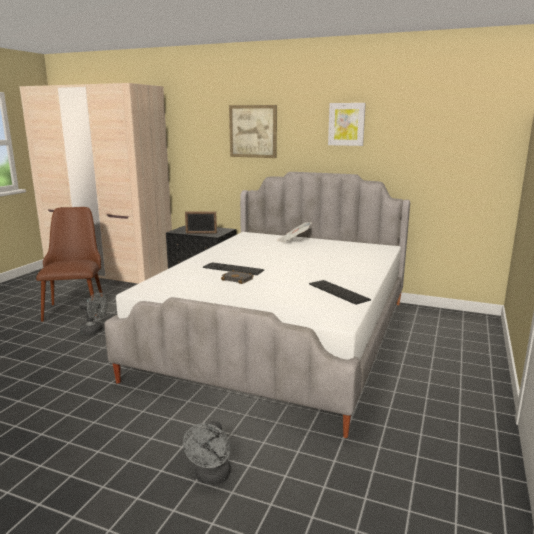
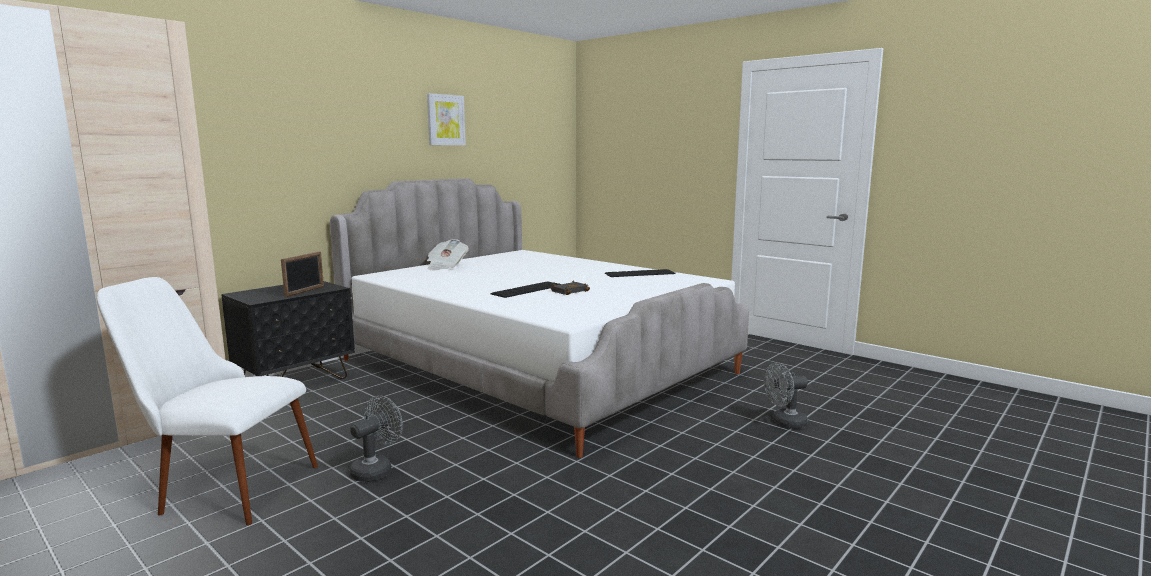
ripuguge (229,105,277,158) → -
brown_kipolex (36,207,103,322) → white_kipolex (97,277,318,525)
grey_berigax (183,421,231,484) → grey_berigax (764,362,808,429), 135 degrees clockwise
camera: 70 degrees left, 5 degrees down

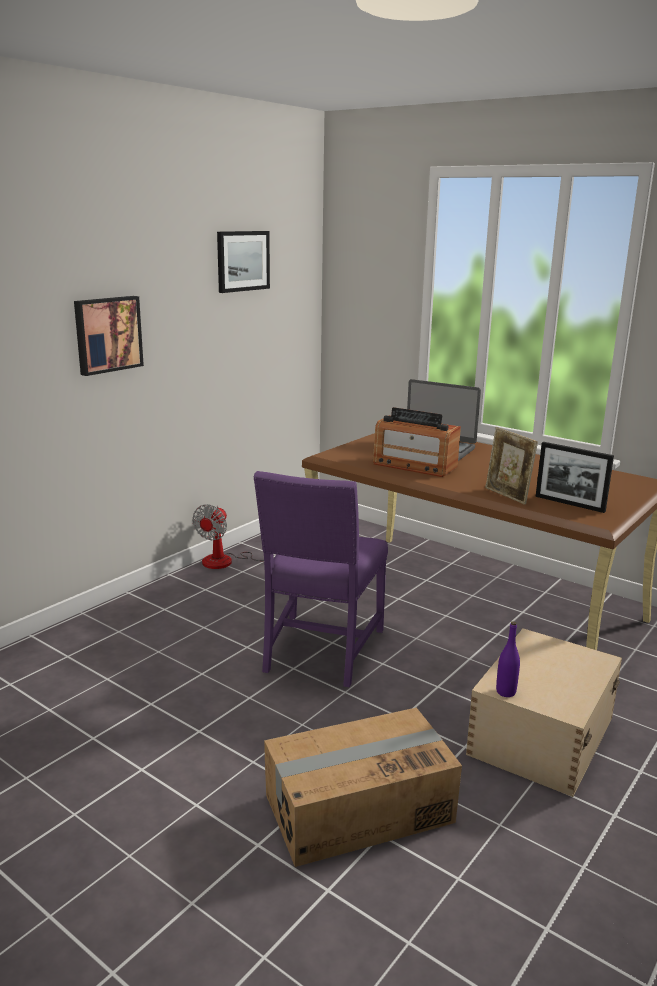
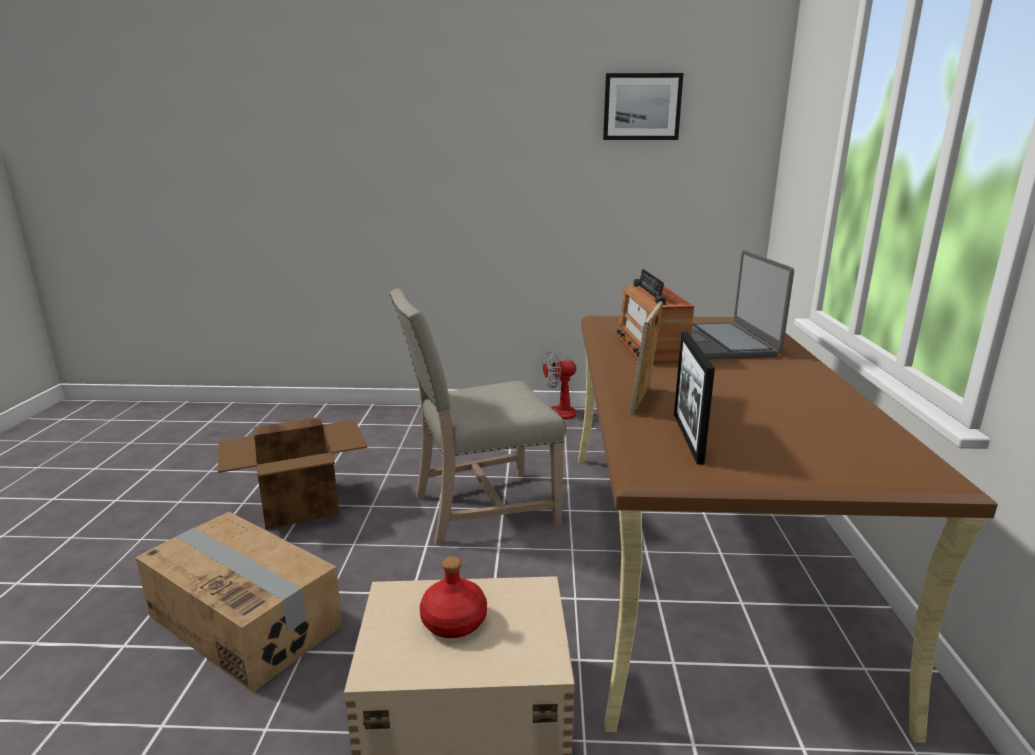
ripuguge (74,296,144,376) → -
purple_kipolex (254,471,388,687) → beige_kipolex (389,288,566,545)
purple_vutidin (496,621,520,697) → -
- → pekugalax (218,417,367,530)
- → red_vutidin (420,556,487,638)
camera: 55 degrees right, 0 degrees up

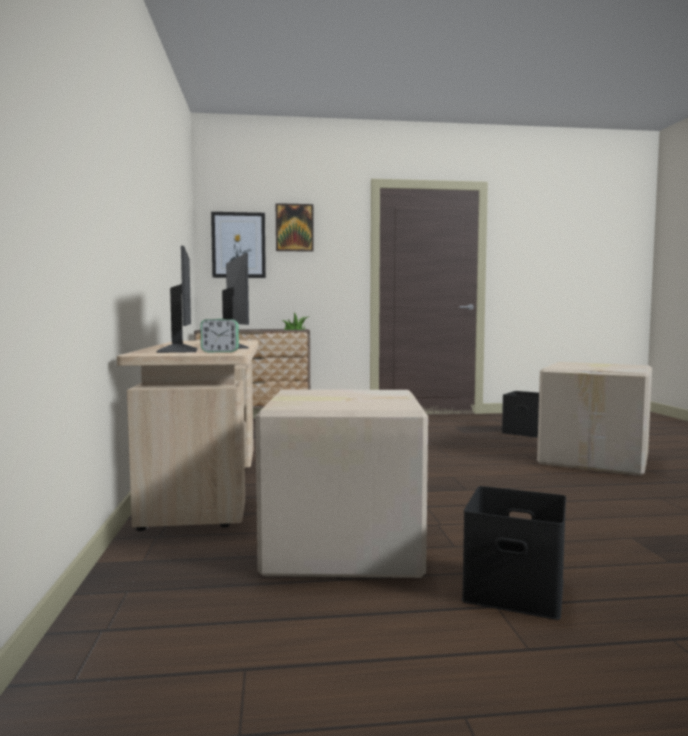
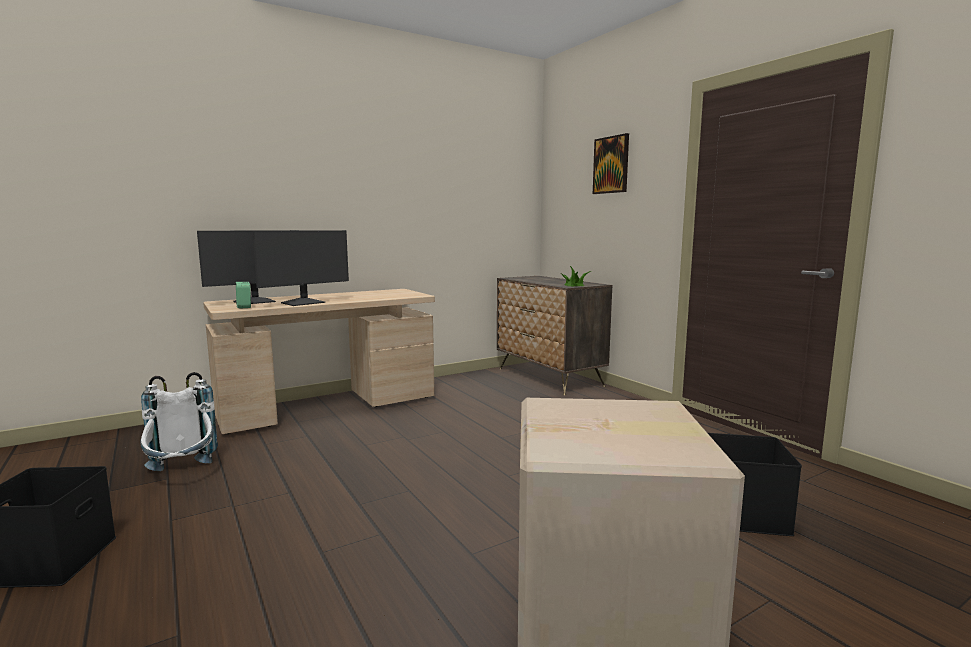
ripuguge (211,212,266,278) → -
pekugalax (255,389,428,578) → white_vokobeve (140,372,218,471)
camera: 65 degrees right, 5 degrees up

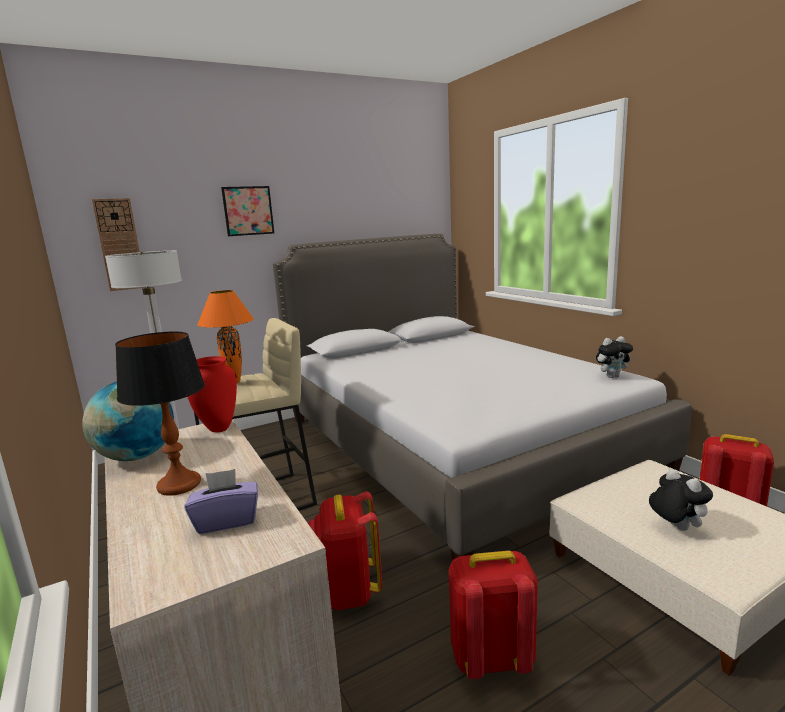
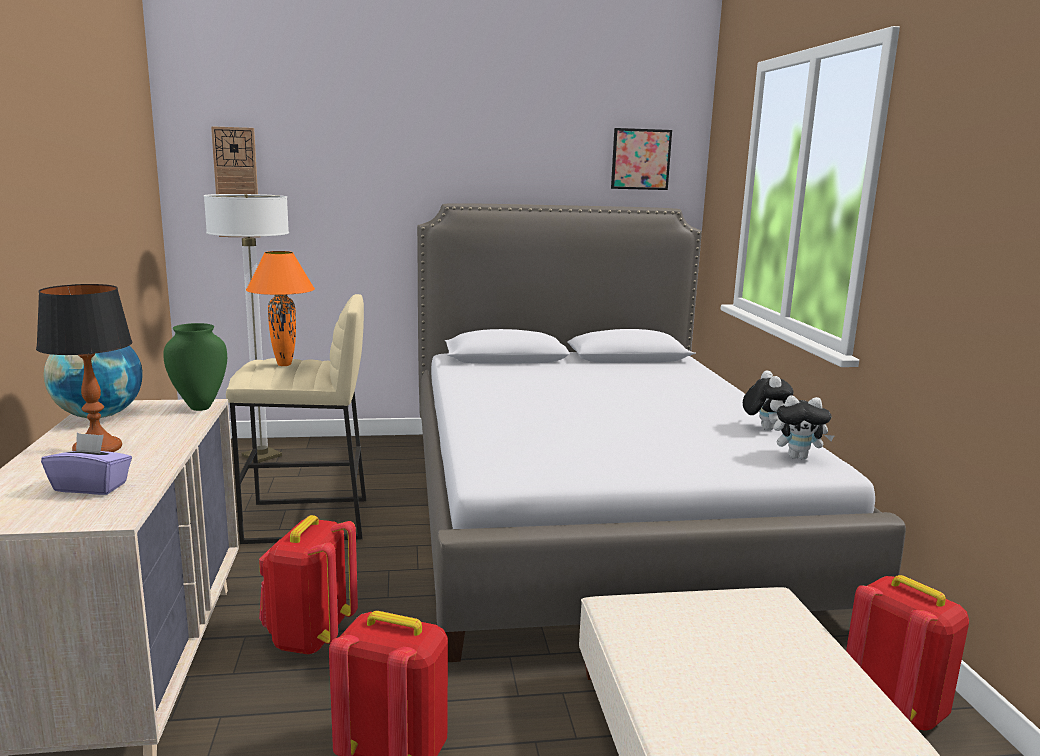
ripuguge (221,186,274,236) → ripuguge (611,128,672,190), move
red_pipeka (188,356,237,432) → green_pipeka (163,323,227,411)
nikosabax (649,469,713,531) → nikosabax (743,370,794,430), move
camera: 20 degrees right, 0 degrees up

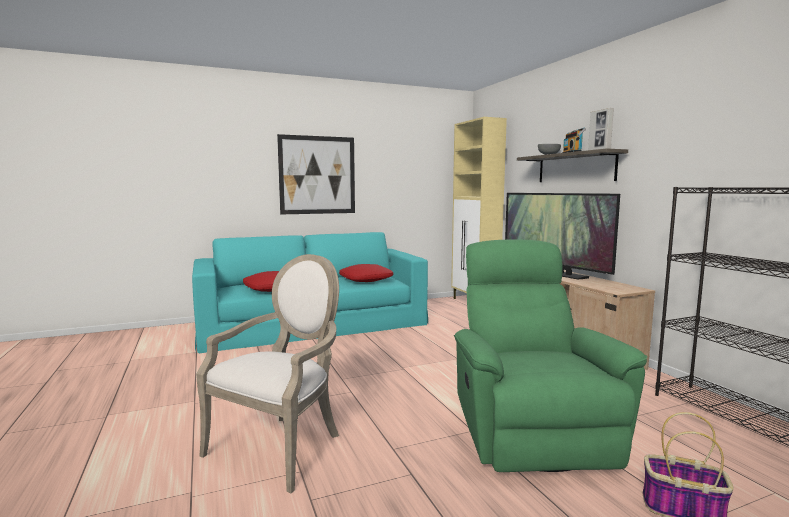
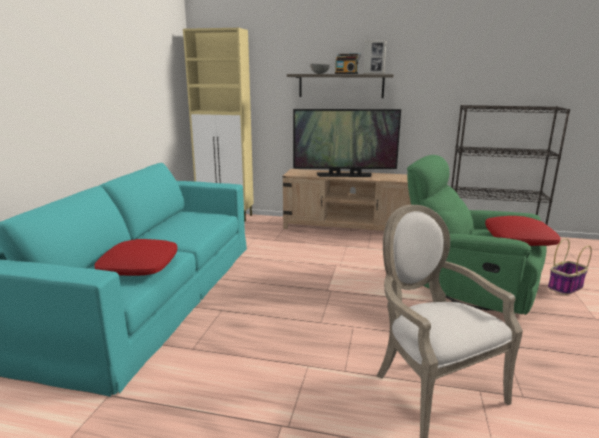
ripuguge (277,134,355,214) → -
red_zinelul (339,264,393,282) → red_zinelul (485,216,560,246), move
camera: 55 degrees left, 10 degrees up

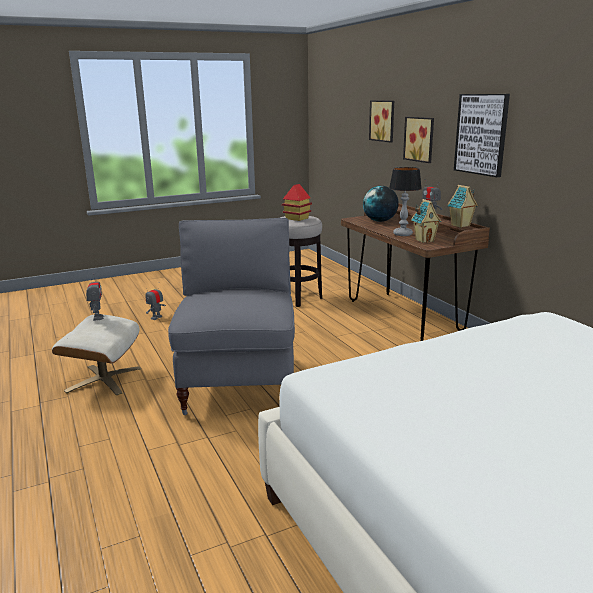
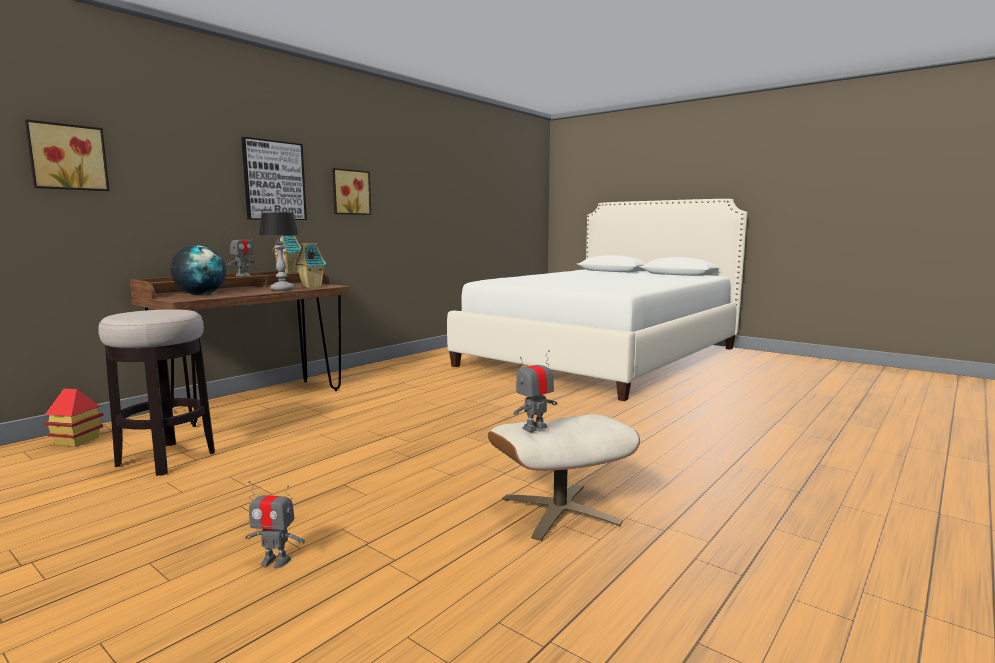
ripuguge (403,117,434,163) → ripuguge (332,168,371,215), move
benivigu (282,184,312,221) → benivigu (44,388,104,447), move
grey_kipolex (168,218,295,415) → -
camera: 115 degrees left, 10 degrees down

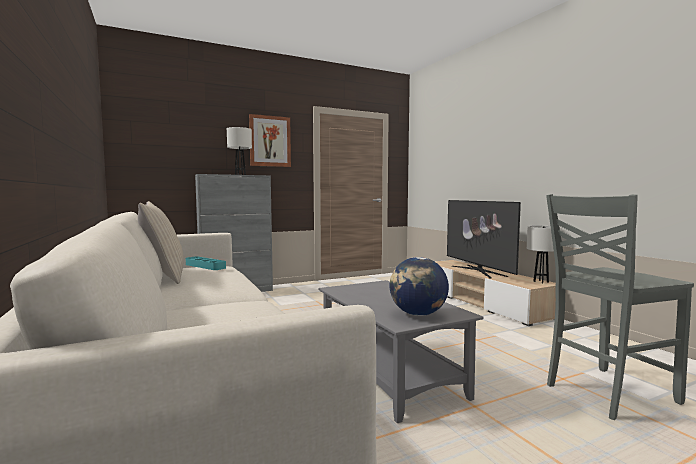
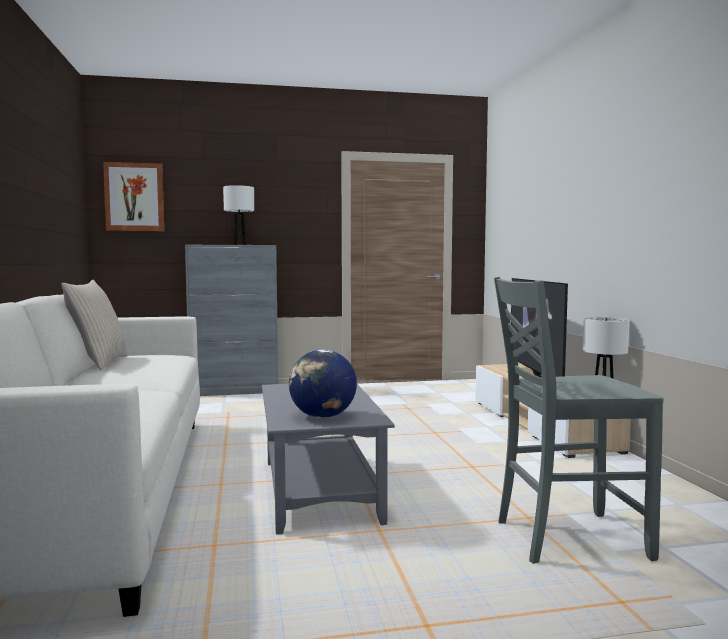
ripuguge (249,114,291,167) → ripuguge (103,162,164,231), move
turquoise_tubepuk (186,256,226,270) → -
camera: 15 degrees right, 0 degrees up

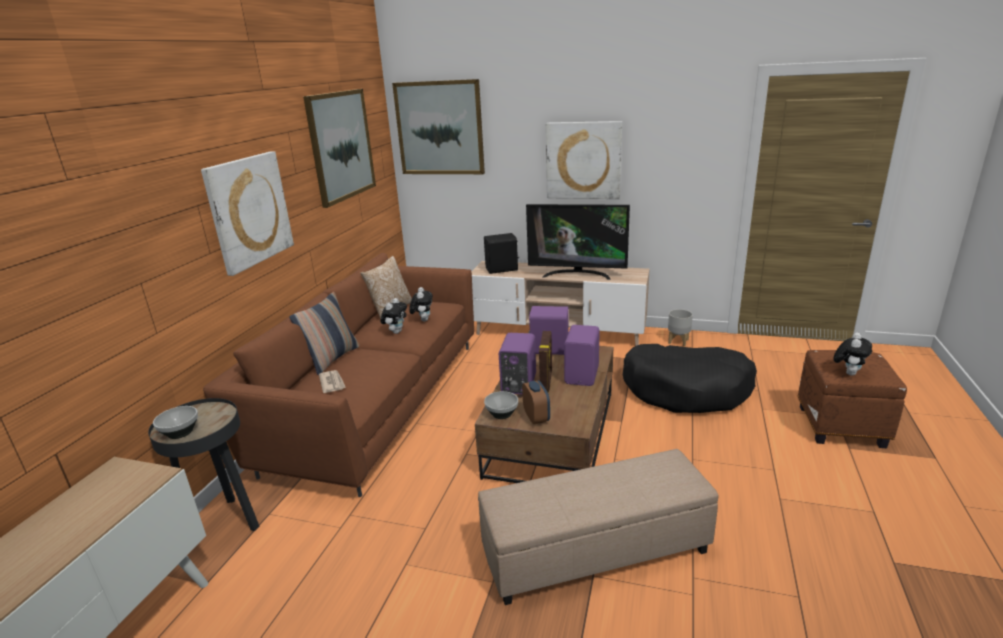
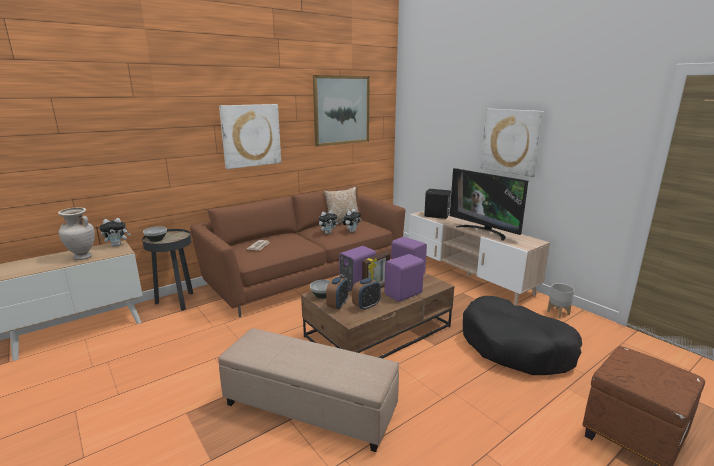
ripuguge (392,79,485,174) → -
zinelul (289,292,360,375) → -
nikosabax (834,332,872,376) → nikosabax (99,218,131,247), move
- → beige_pipeka (58,207,95,260)
- → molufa (352,278,381,310)
camera: 35 degrees right, 5 degrees down

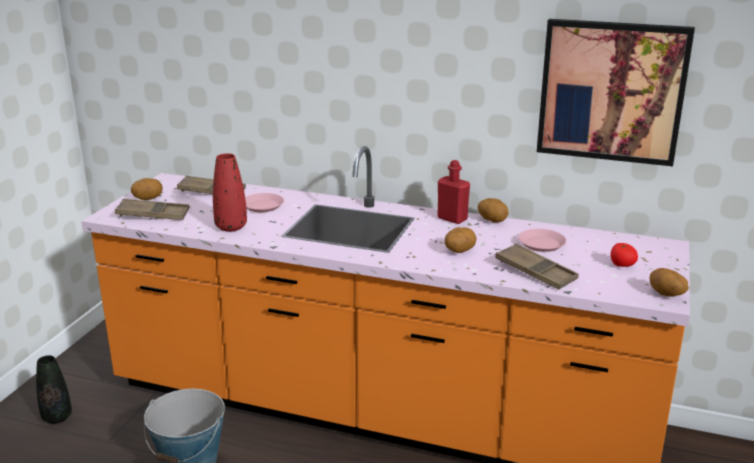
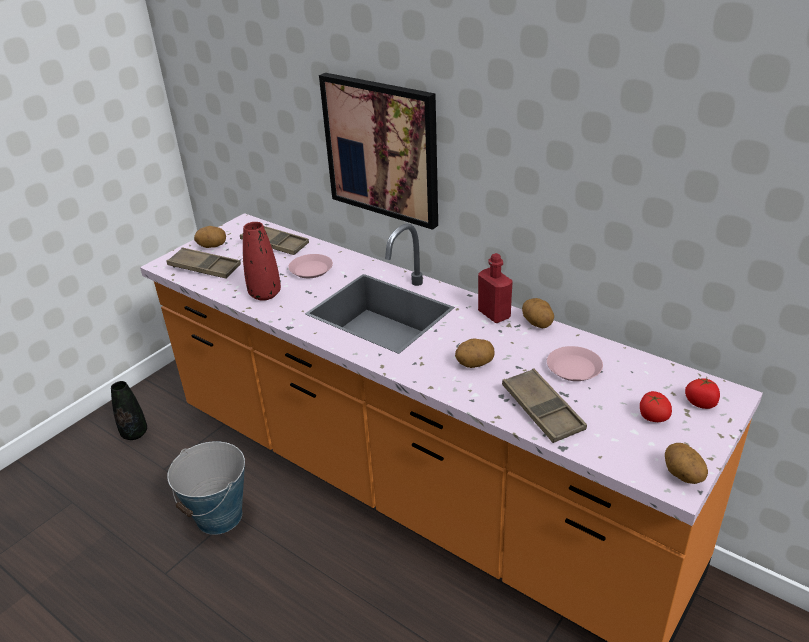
ripuguge (537,19,695,166) → ripuguge (319,73,438,230), move
- → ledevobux (685,377,720,409)
camera: 20 degrees right, 10 degrees up

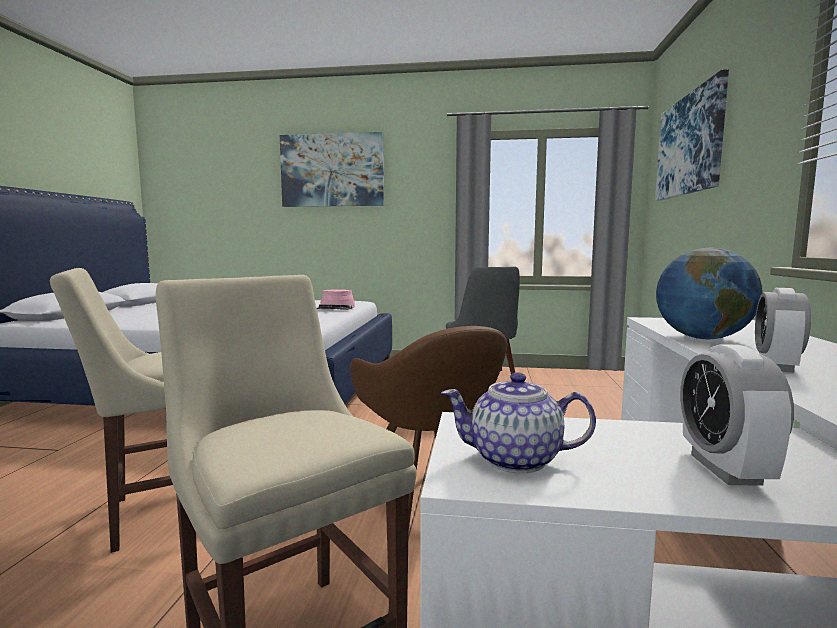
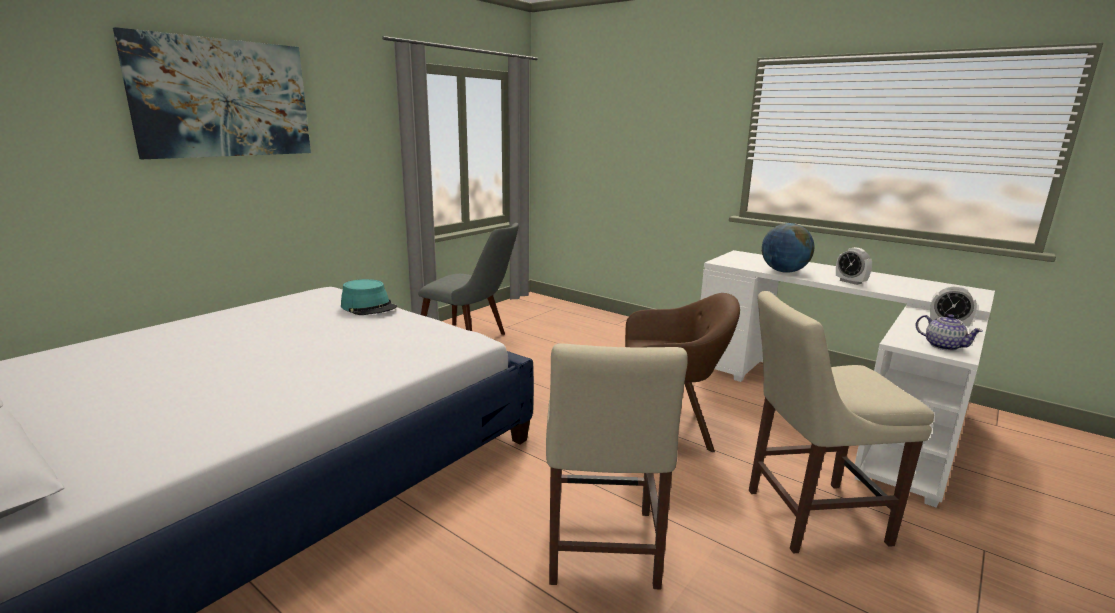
ripuguge (655,69,729,201) → -
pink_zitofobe (317,289,355,310) → turquoise_zitofobe (341,279,397,315)
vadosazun (441,372,596,473) → vadosazun (915,314,983,351), 75 degrees counterclockwise
camera: 60 degrees left, 10 degrees up

